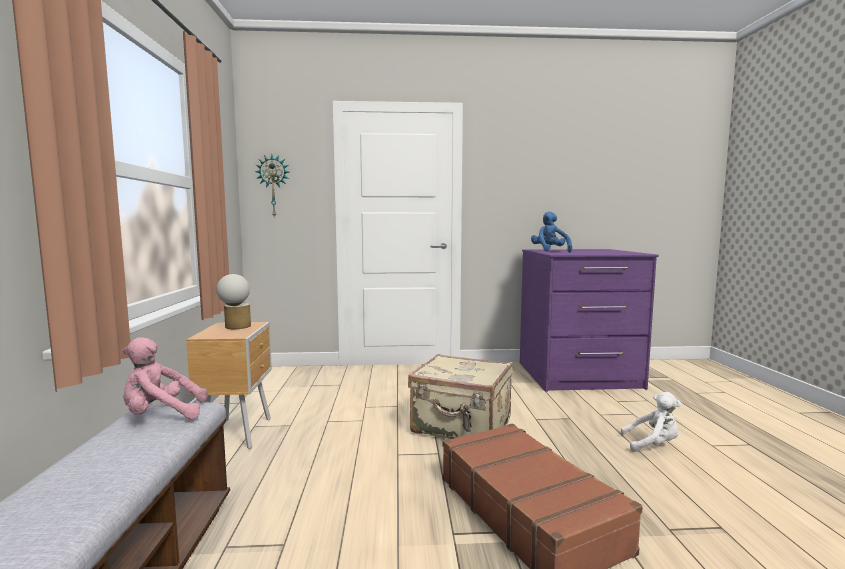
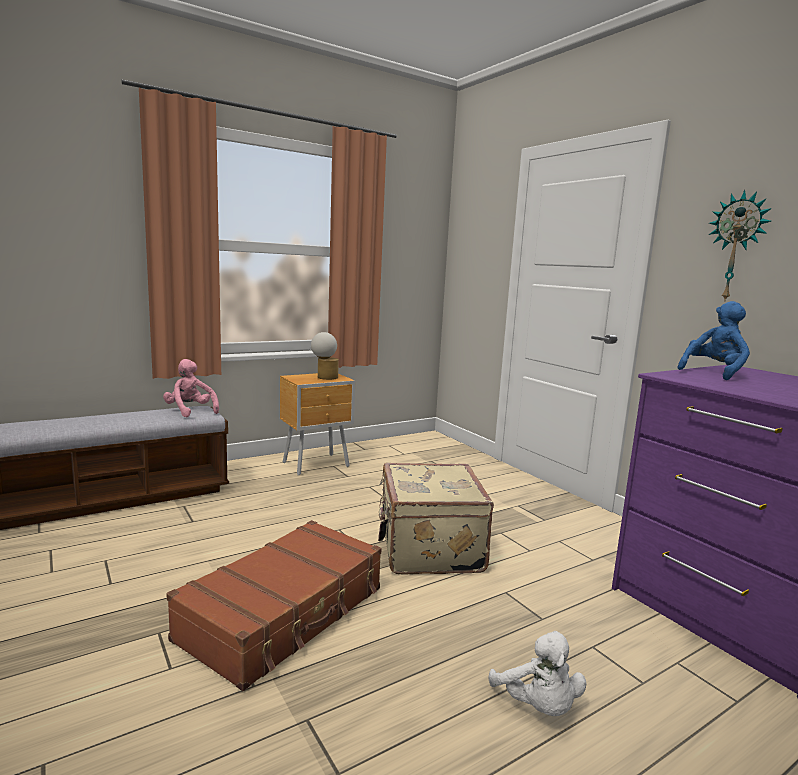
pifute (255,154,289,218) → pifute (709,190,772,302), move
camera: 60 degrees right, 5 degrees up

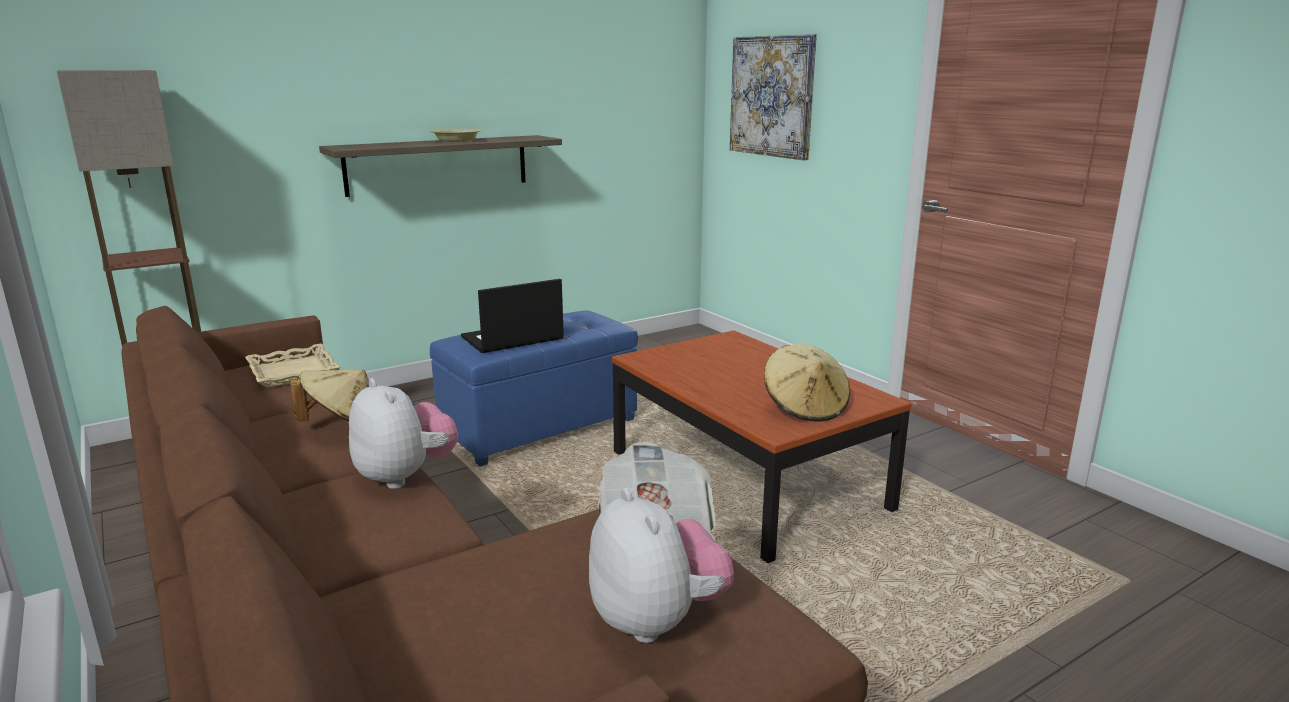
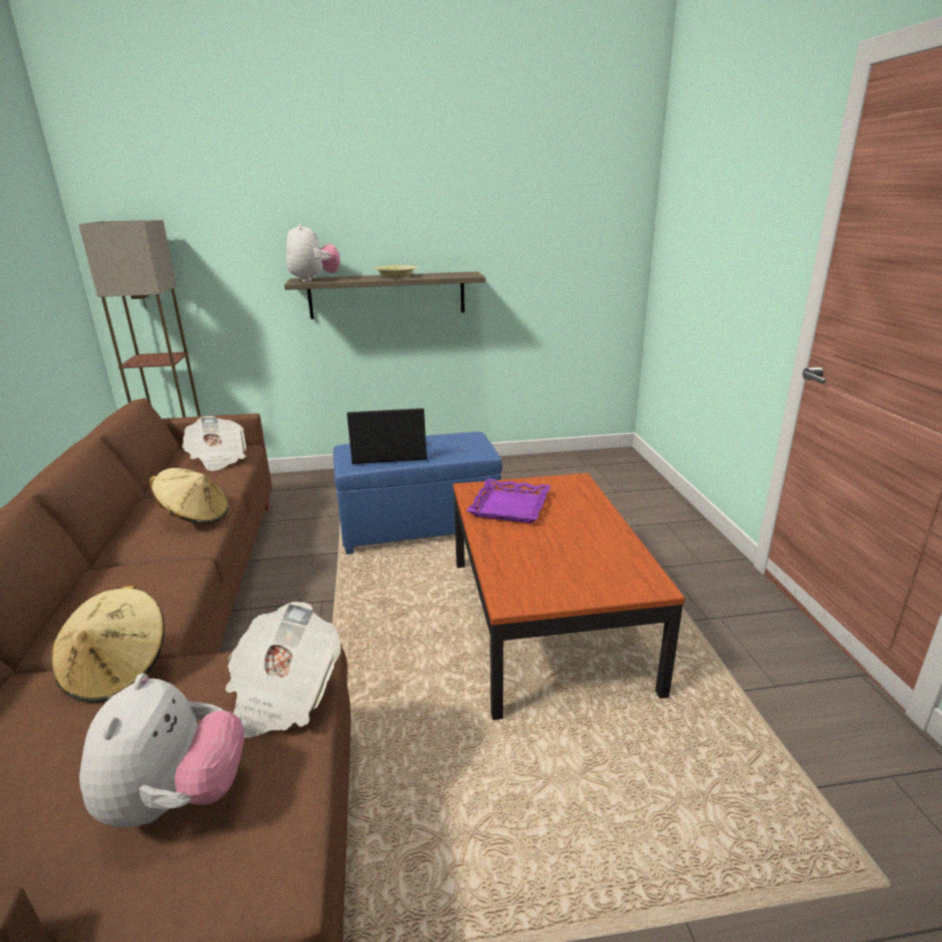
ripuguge (730,34,817,160) → -
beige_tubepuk (245,344,340,388) → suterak (182,416,246,471)
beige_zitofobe (764,344,850,422) → beige_zitofobe (51,586,165,703), move
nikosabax (349,378,458,489) → nikosabax (286,223,340,282), move
- → purple_tubepuk (467,478,551,523)
camera: 25 degrees right, 5 degrees up

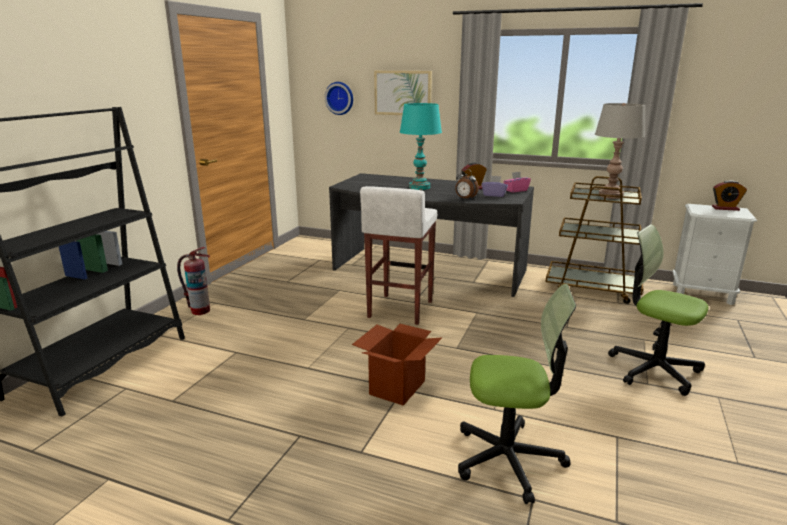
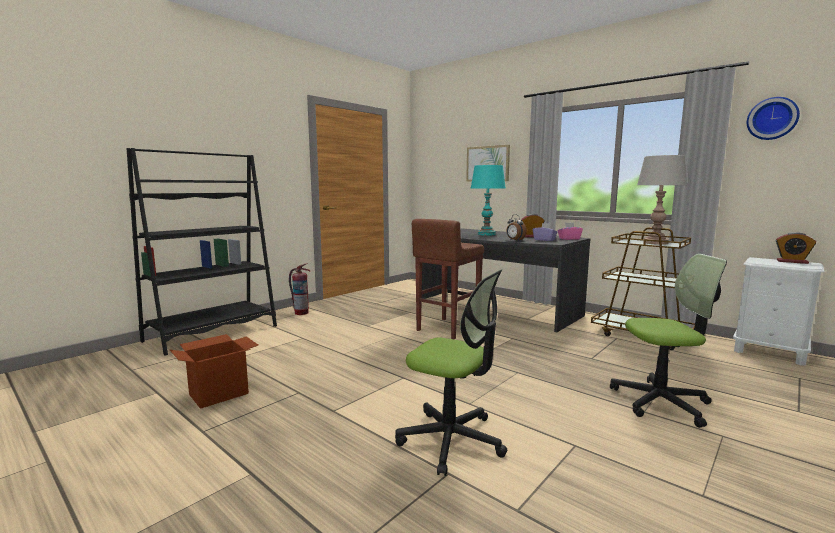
pifute (325,82,353,115) → pifute (747,97,800,140), move
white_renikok (360,186,437,325) → brown_renikok (412,219,484,340)
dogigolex (608,224,708,396) → dogigolex (610,254,727,428), 120 degrees clockwise
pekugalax (352,324,442,406) → pekugalax (170,334,258,409), move
camera: 20 degrees right, 10 degrees down

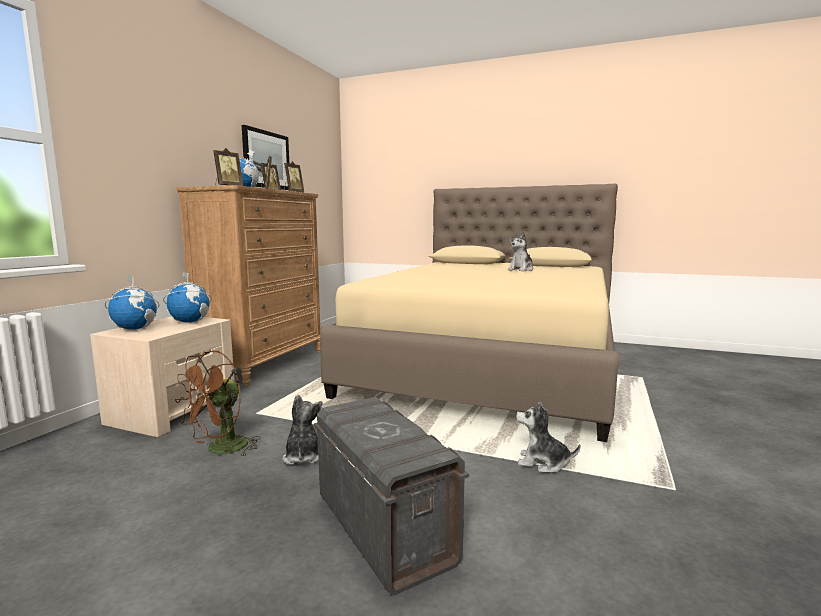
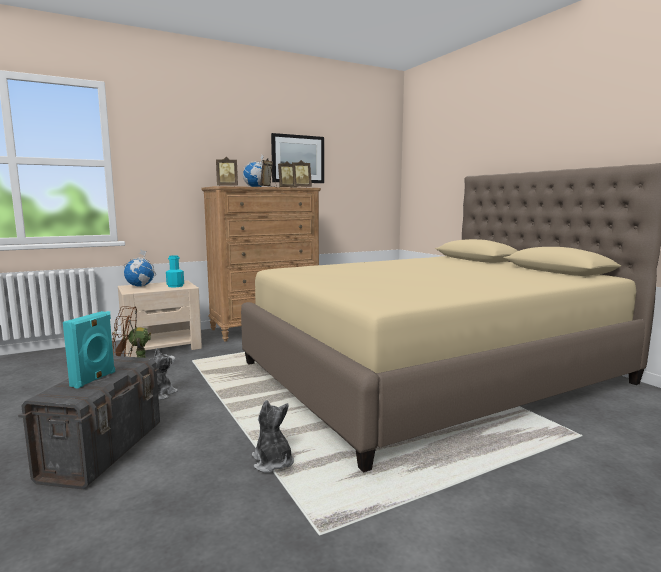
nikosabax (508,232,534,271) → -
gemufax (163,271,212,323) → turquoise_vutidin (166,255,184,288)
- → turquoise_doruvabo (63,311,115,389)
camera: 40 degrees right, 0 degrees up

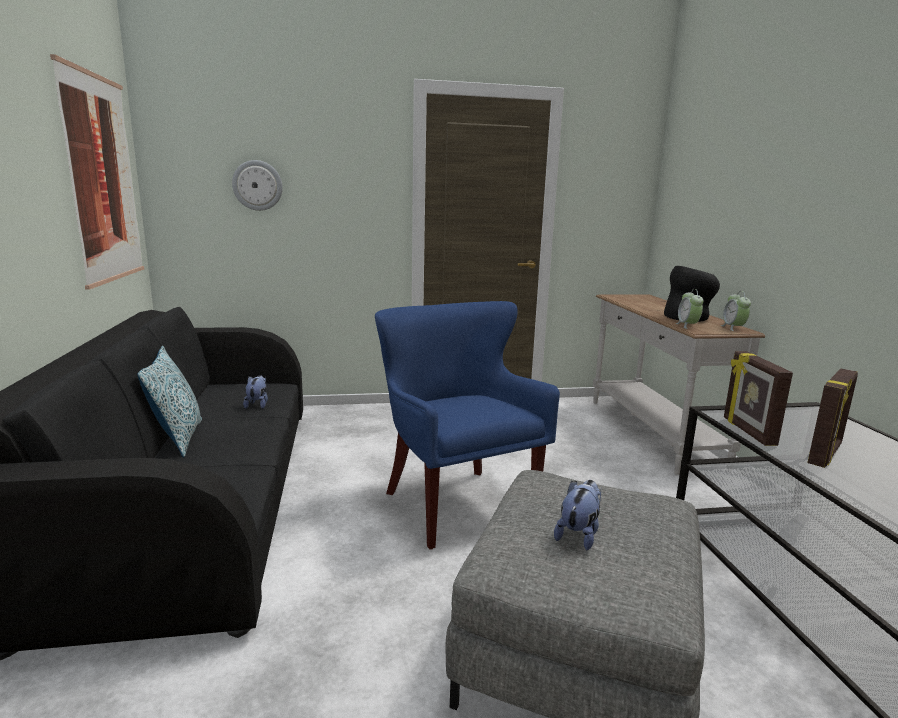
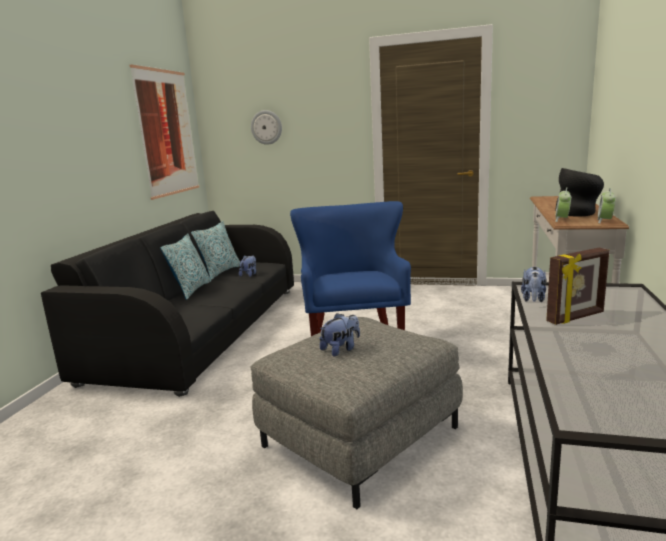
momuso (724,351,793,446) → nikosabax (521,267,547,302)
- → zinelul (191,221,240,280)
camera: 25 degrees right, 0 degrees up

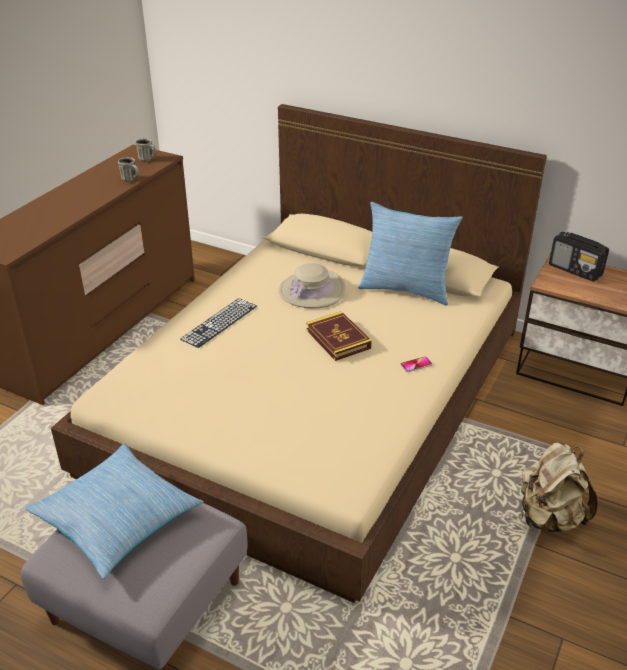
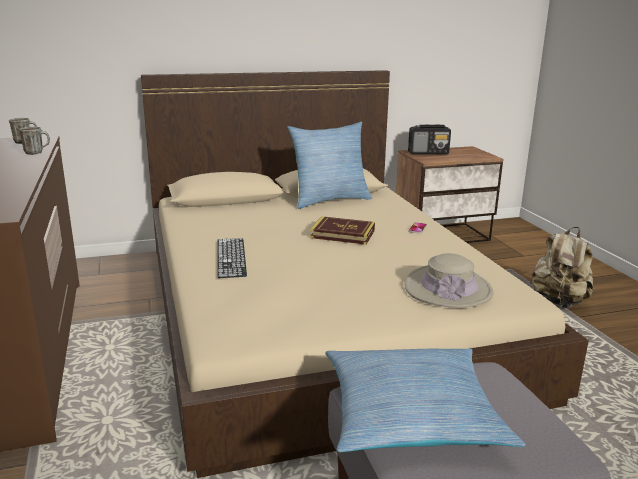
beige_zitofobe (279,263,346,309) → beige_zitofobe (405,253,494,308), move
camera: 45 degrees left, 15 degrees down

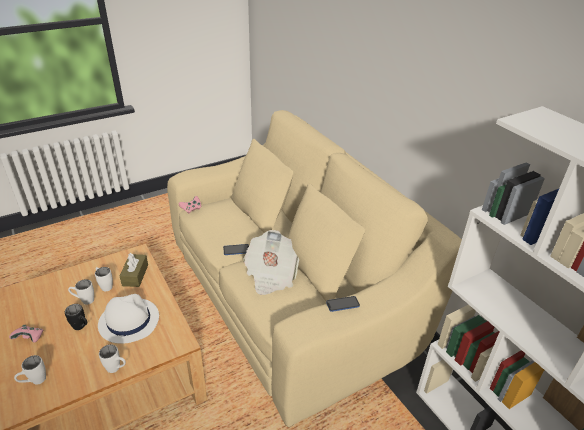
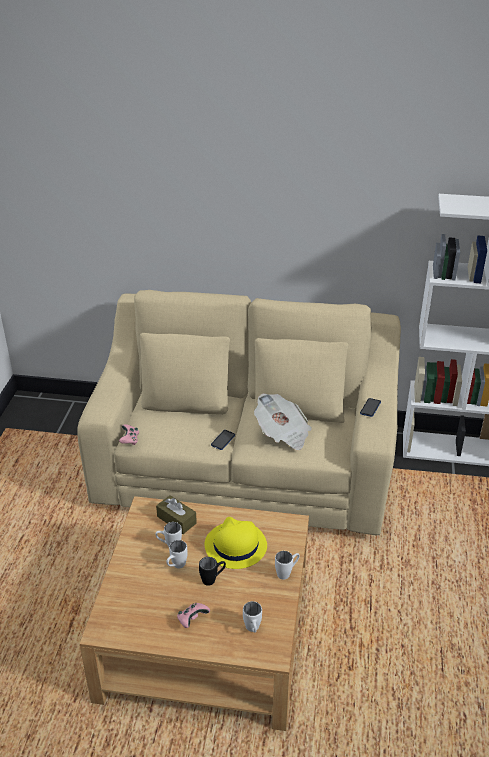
white_zitofobe (98,294,159,344) → yellow_zitofobe (205,517,267,569)
camera: 50 degrees left, 0 degrees up

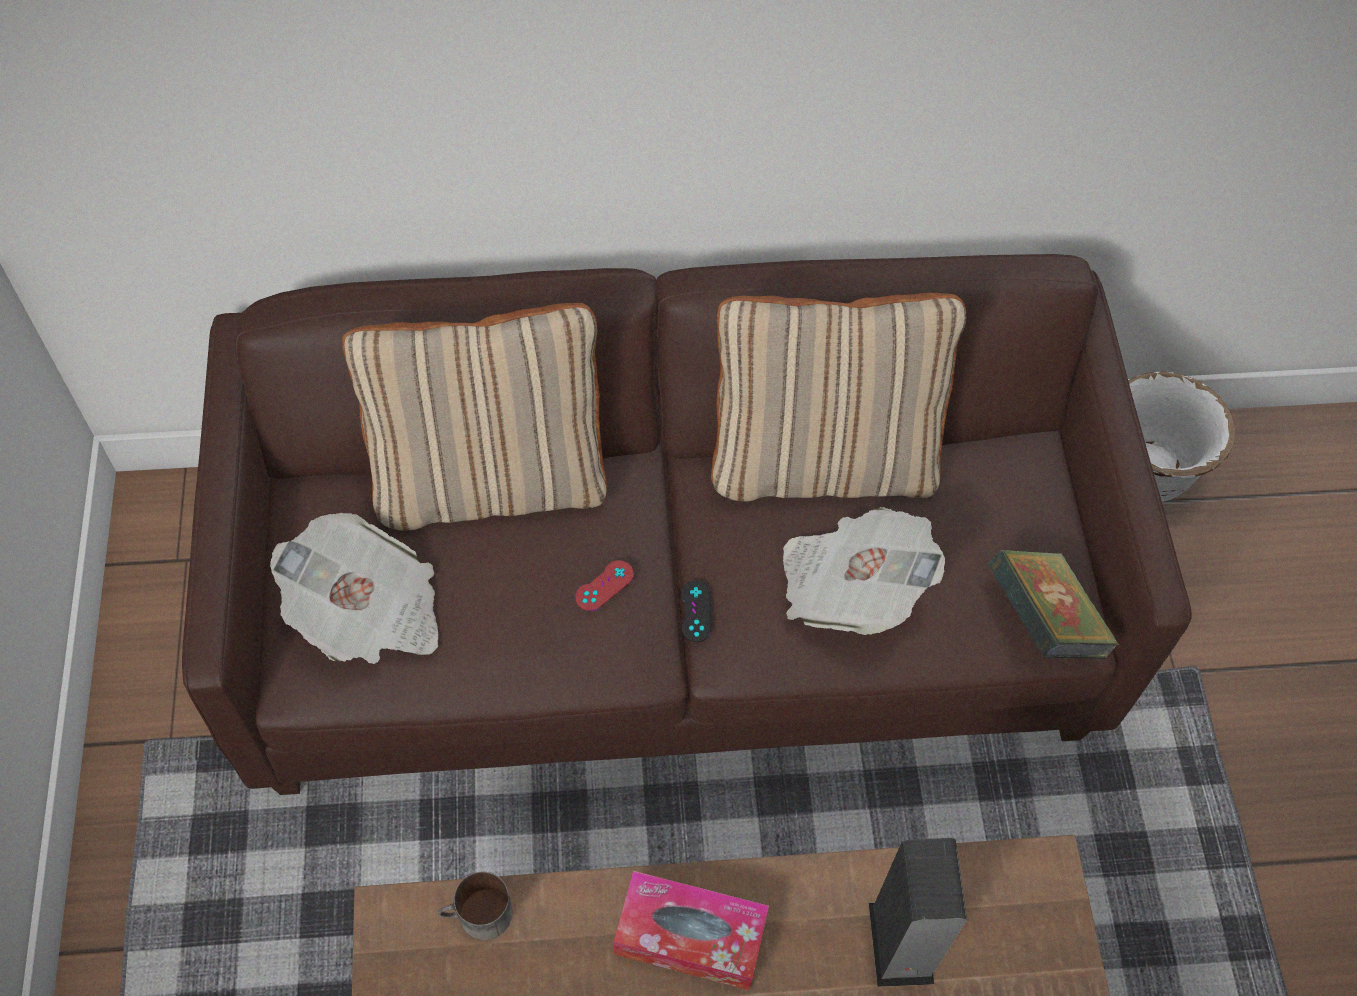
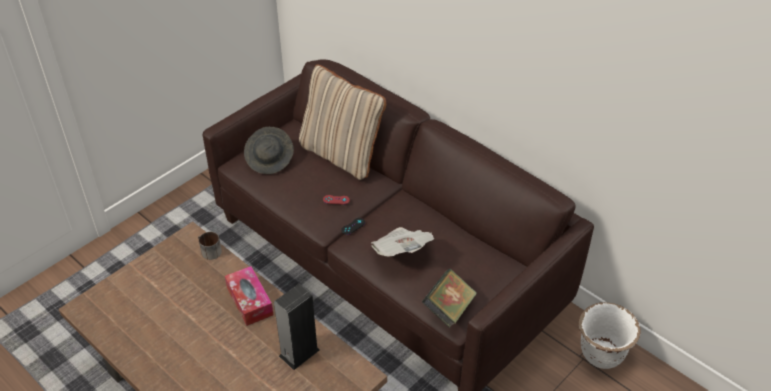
beige_zinelul (711,293,966,502) → -
suterak (270,513,438,664) → grey_zitofobe (244,127,294,174)
camera: 50 degrees right, 15 degrees down

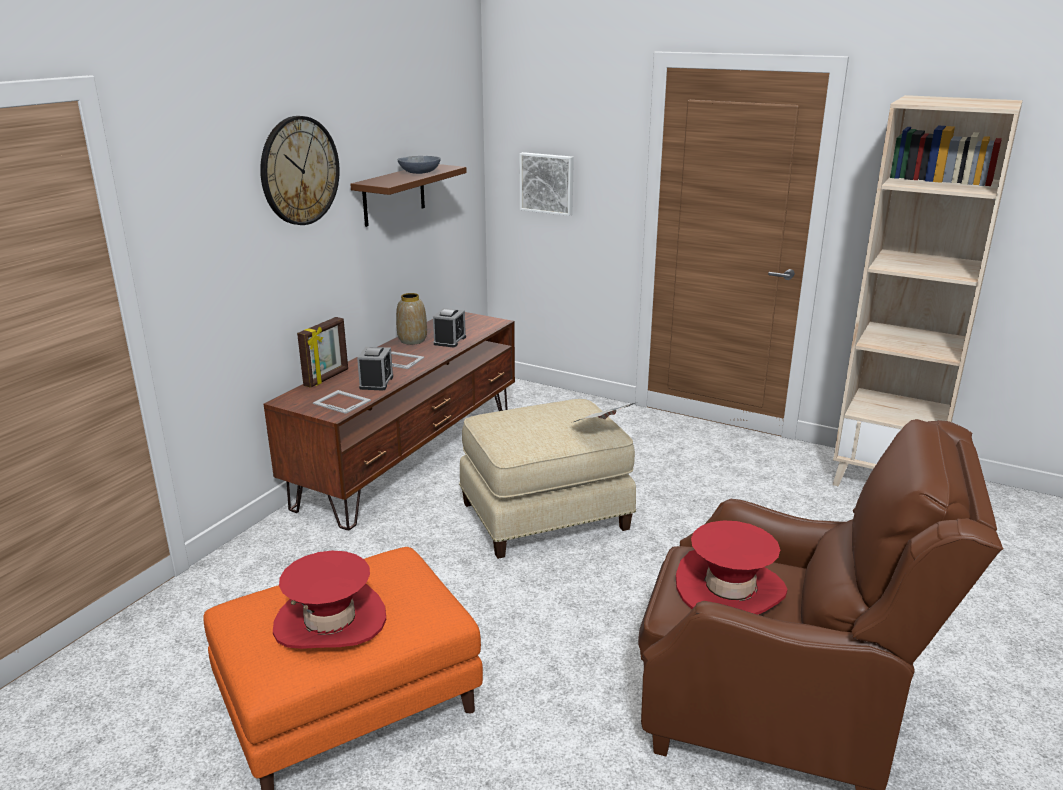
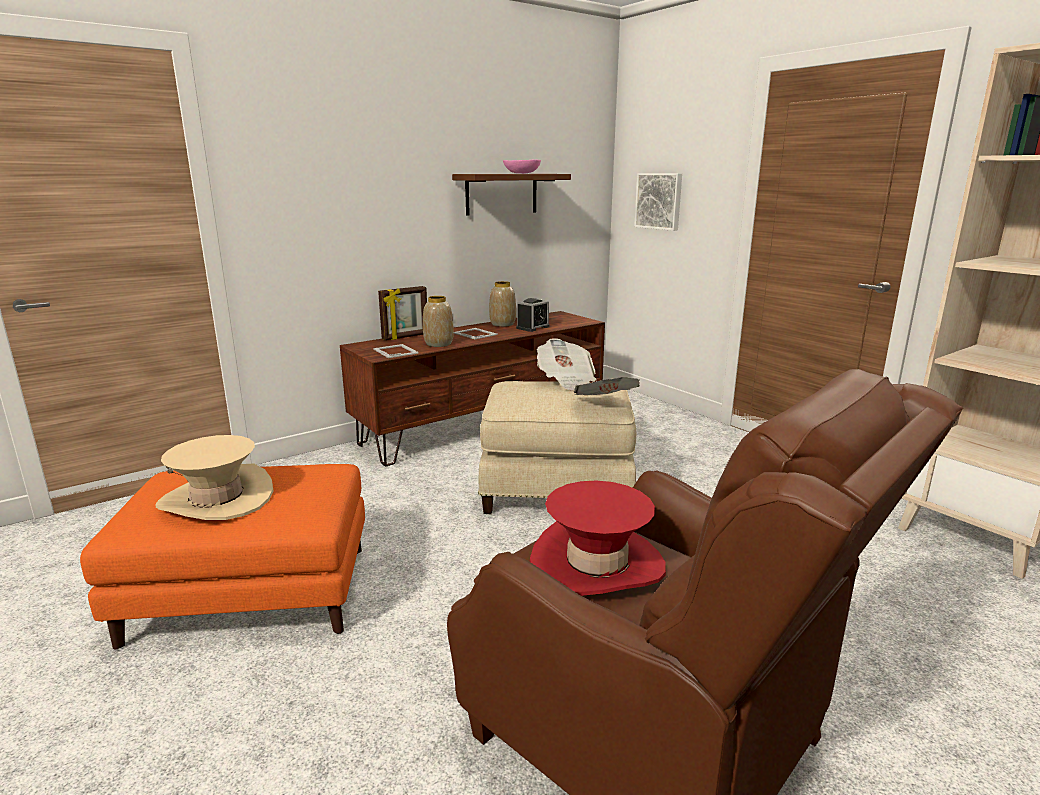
pifute (260,116,340,225) → -
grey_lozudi (397,156,441,174) → pink_lozudi (503,160,541,174)
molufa (357,347,393,391) → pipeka (423,296,454,347)
red_zitofobe (273,551,387,649) → beige_zitofobe (156,435,273,520)
- → suterak (537,338,596,390)
camera: 25 degrees right, 5 degrees down

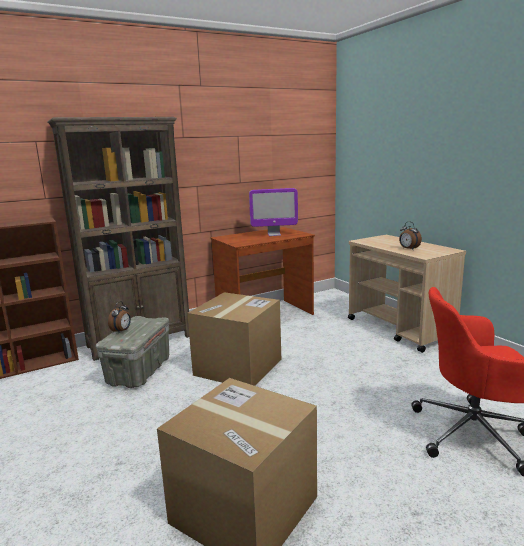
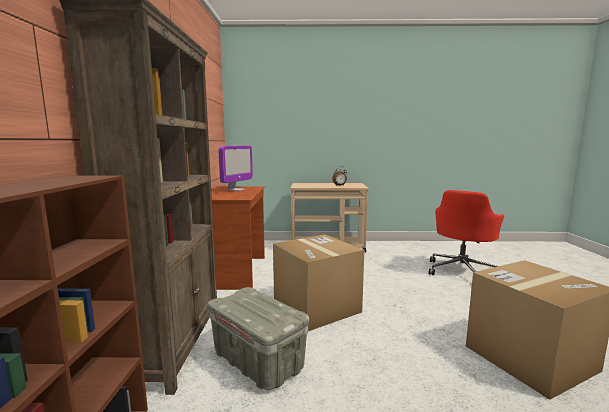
molufa (108,301,131,334) → -
camera: 60 degrees left, 5 degrees down

